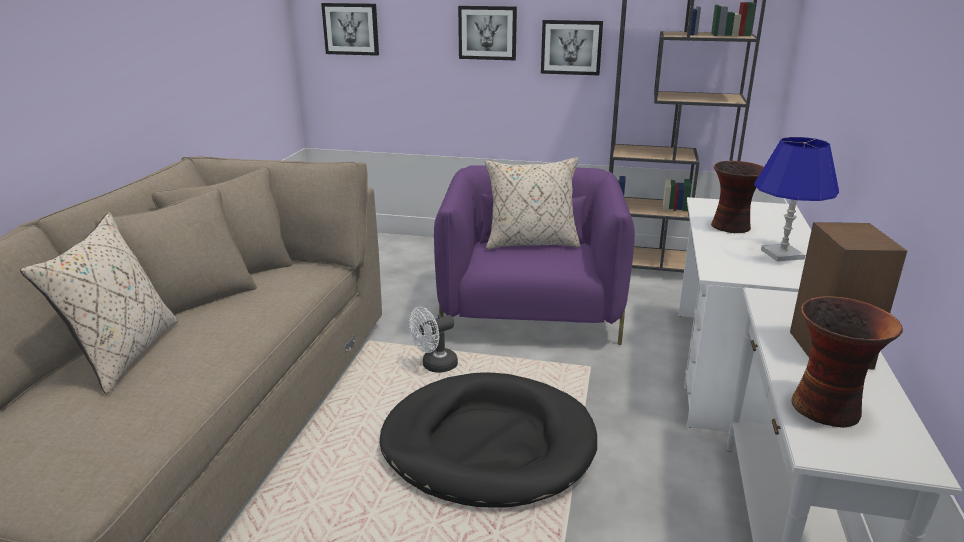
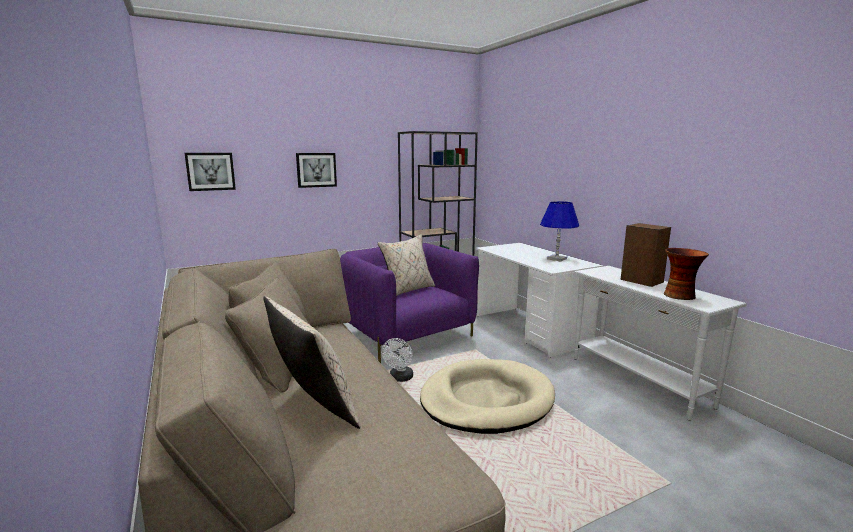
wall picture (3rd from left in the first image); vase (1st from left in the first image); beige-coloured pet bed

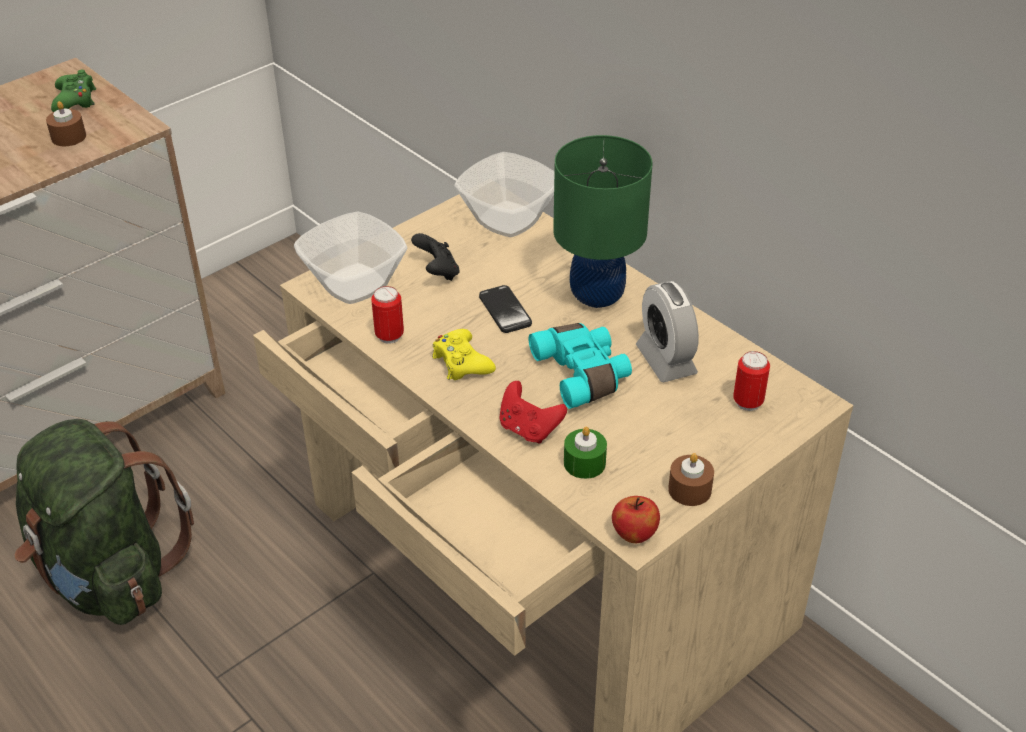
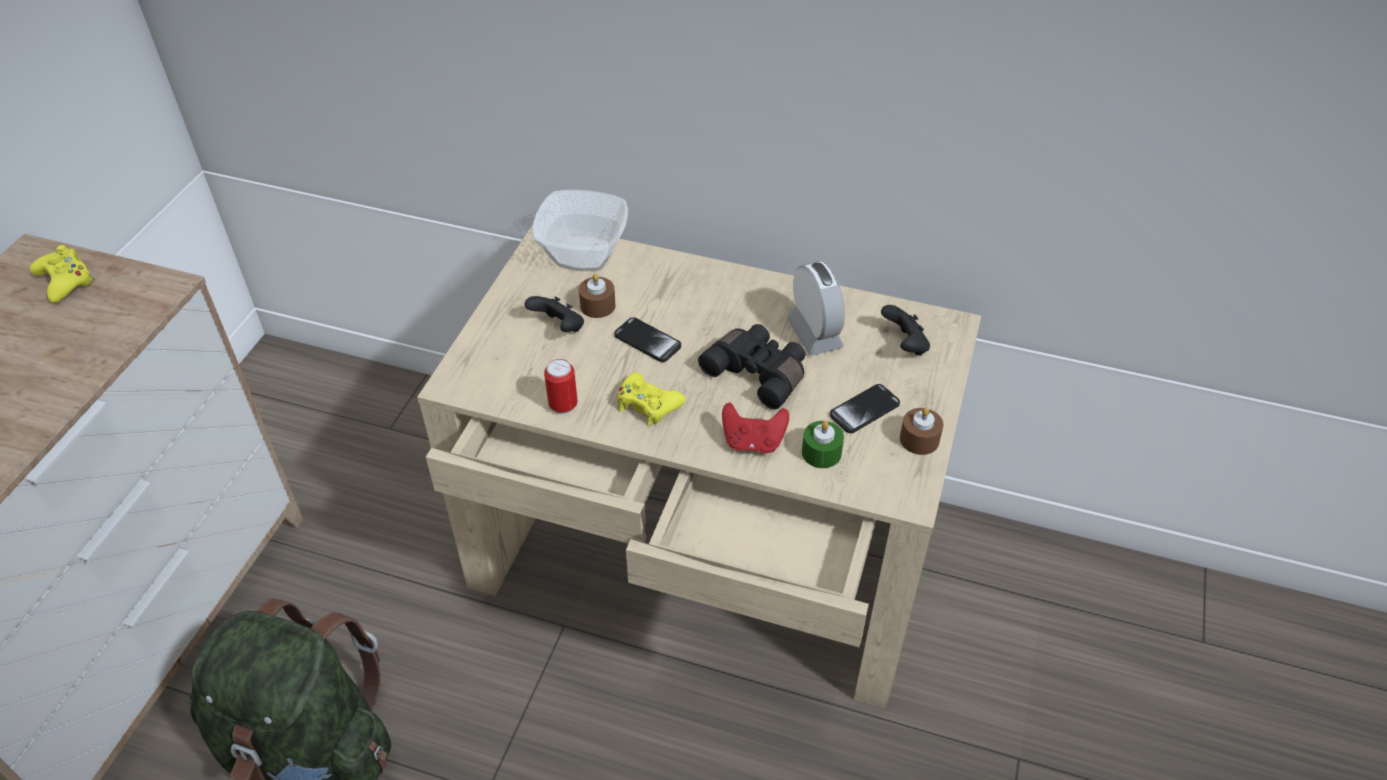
yellowish joypad (1st from left); brown-coloured candle (1st from left); green-coloured tabletop lamp; bowl (1st from left in the first image); table clock; blackish field glasses; blackish joypad (2nd from left); apple; phone (2nd from left)

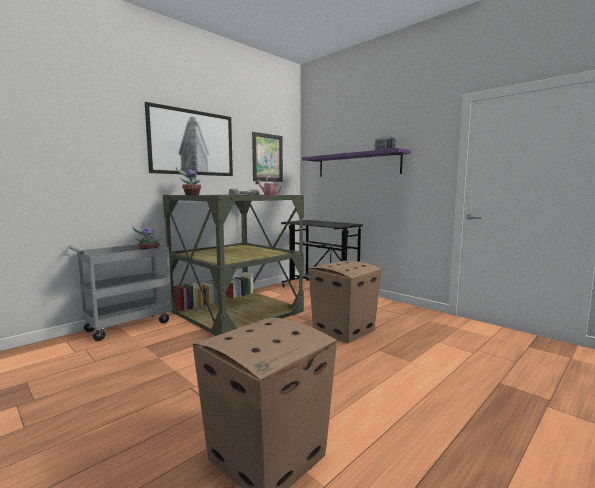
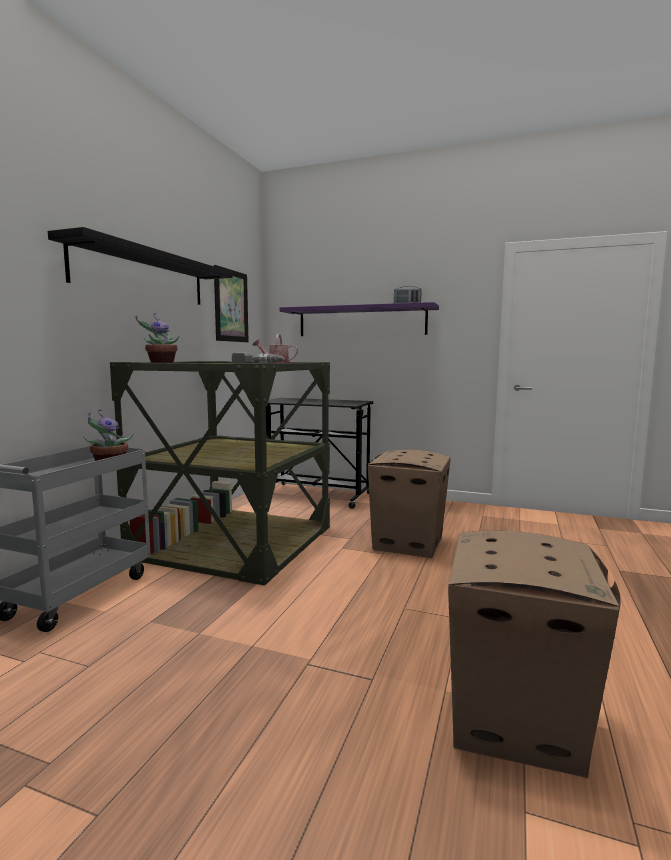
blackish shelf

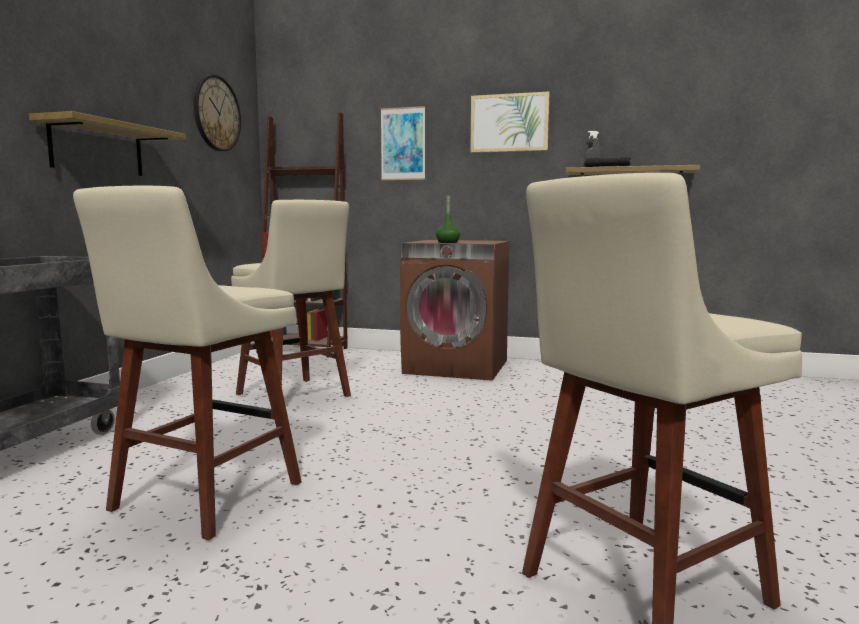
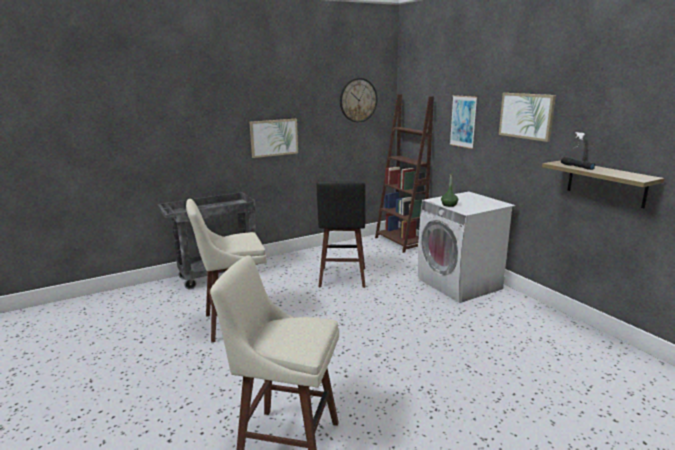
wall picture (1st from left); blackish stool seat; white-coloured washing machine

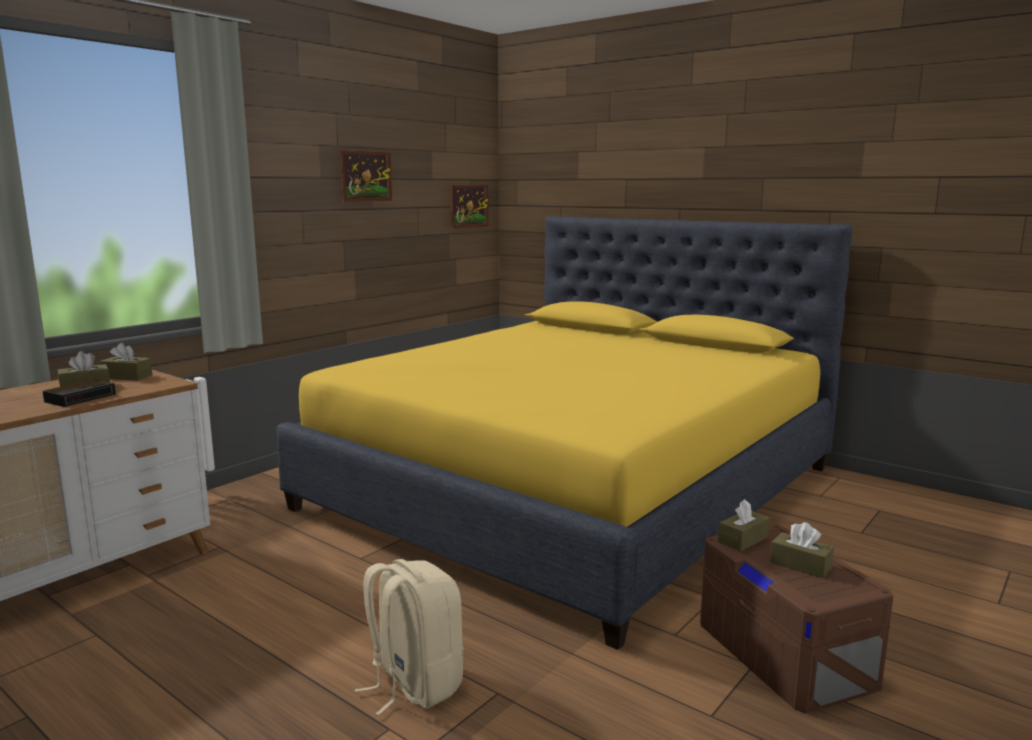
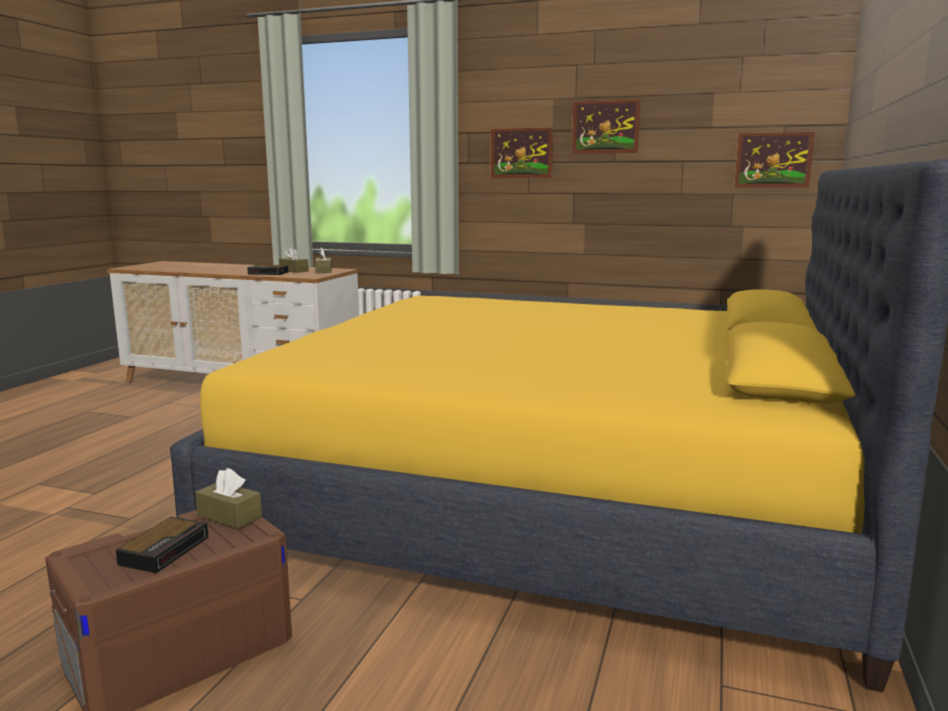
table clock (1st from left); beige-coloured backpack; wall picture (1st from left)

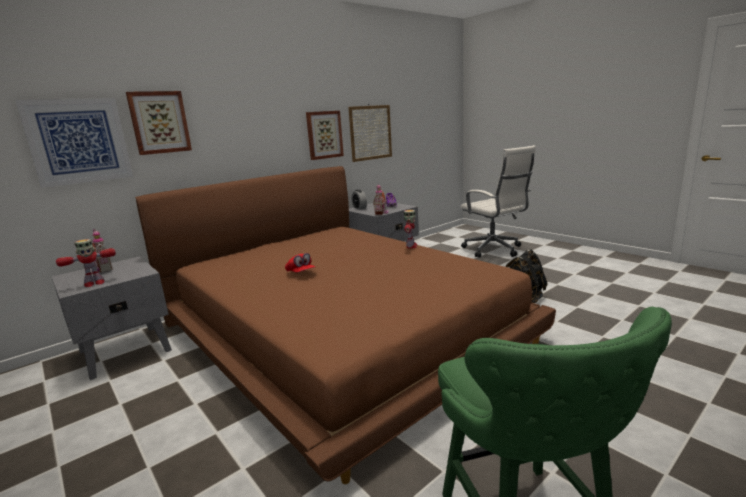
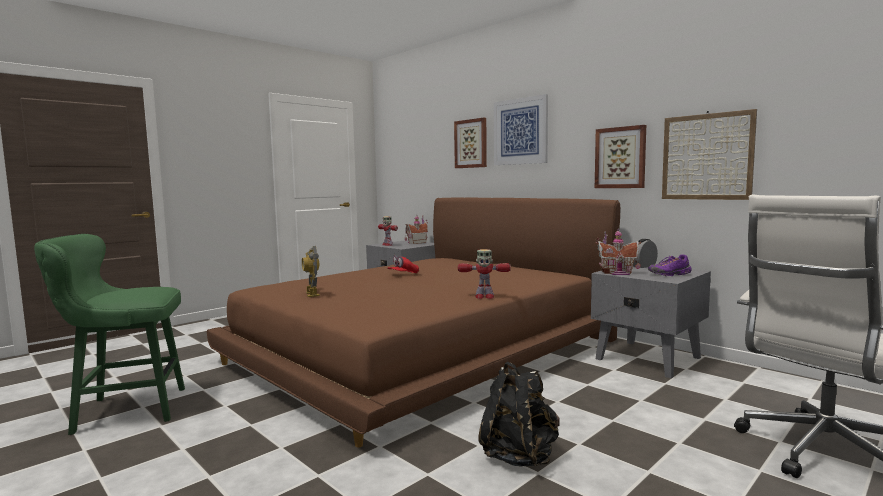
wall picture (2nd from left); model robot (1st from left)

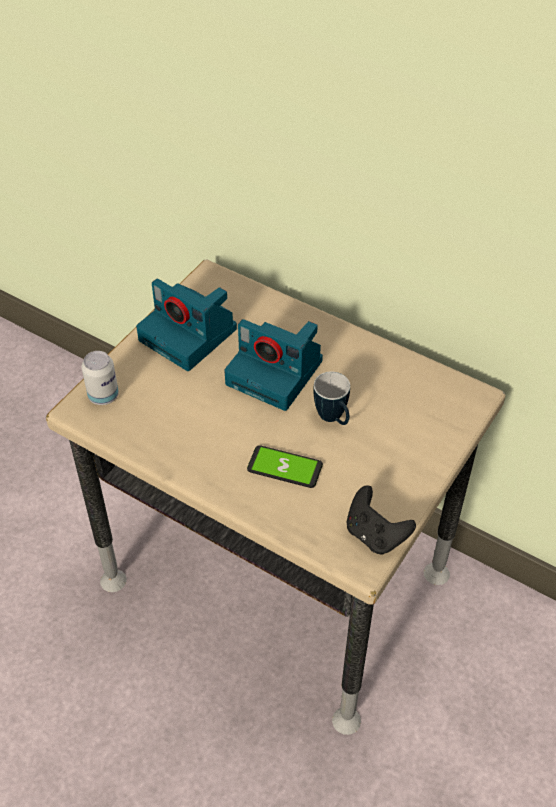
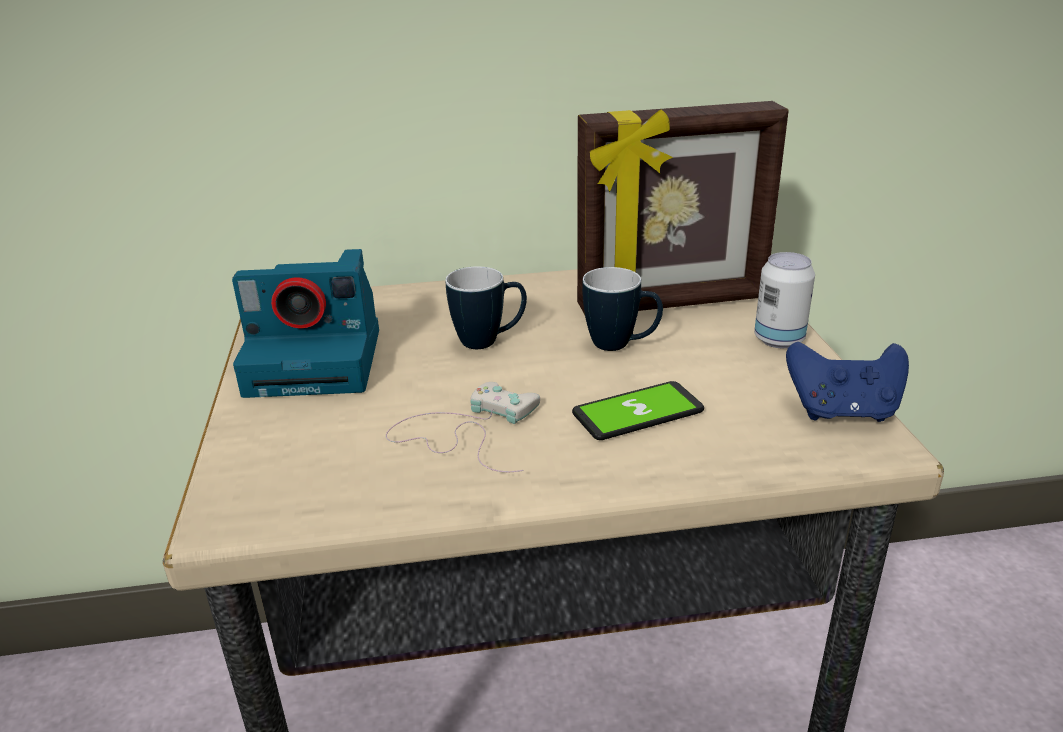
mug (1st from left); sealed can; bluish joypad; photo frame; white-coloured joypad

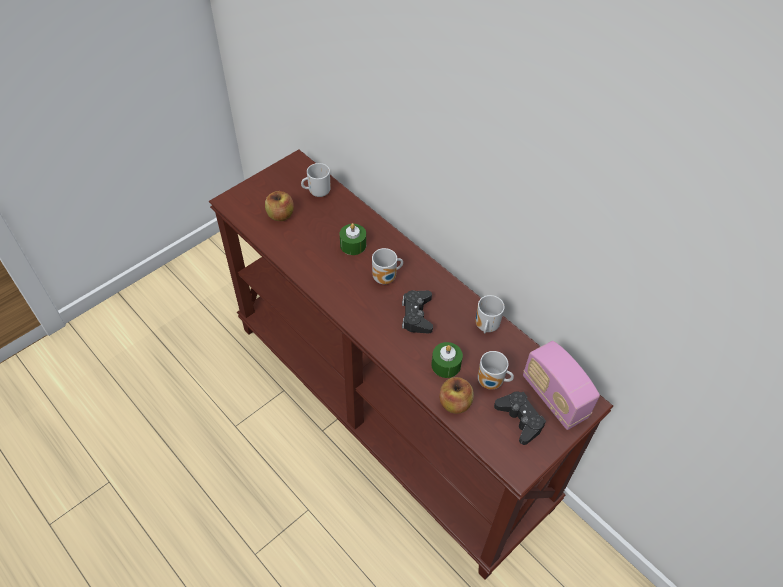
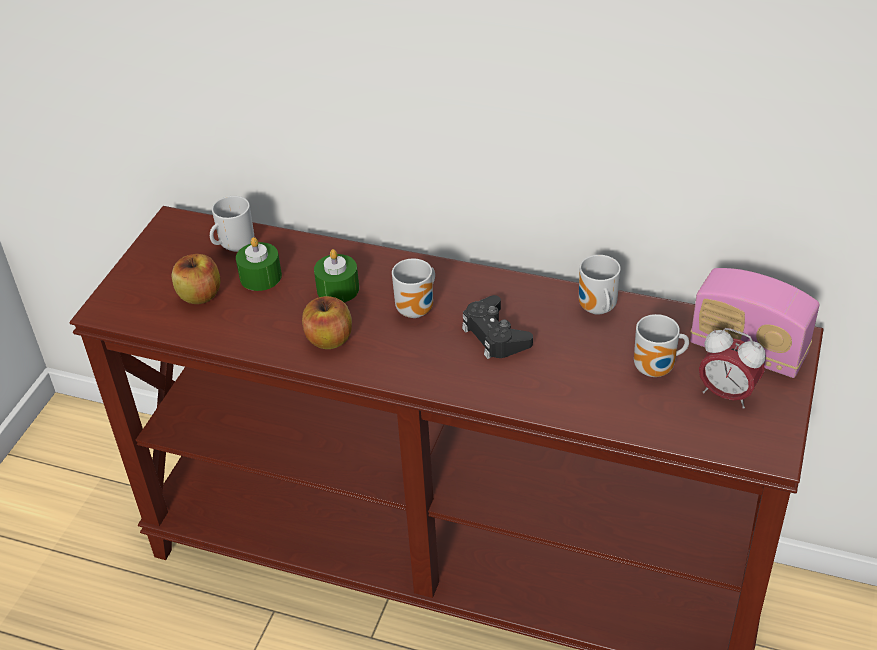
green-coloured candle (1st from left); apple (2nd from left); table clock

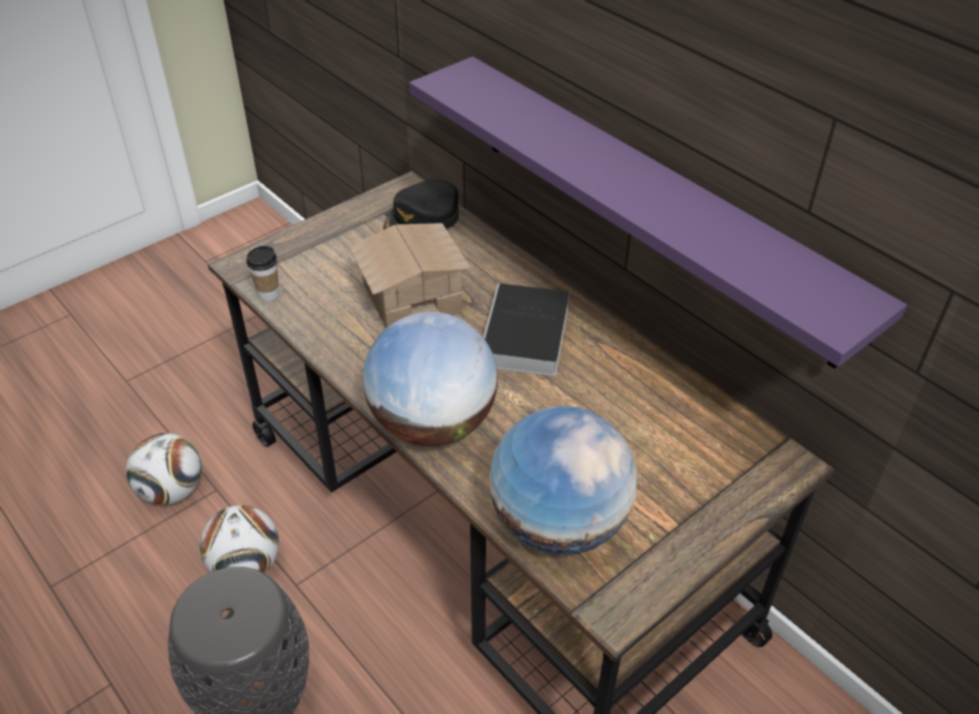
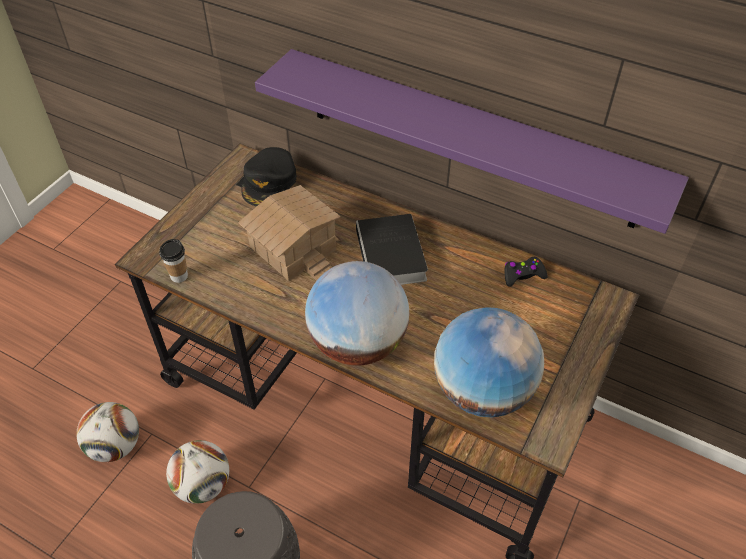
blackish joypad

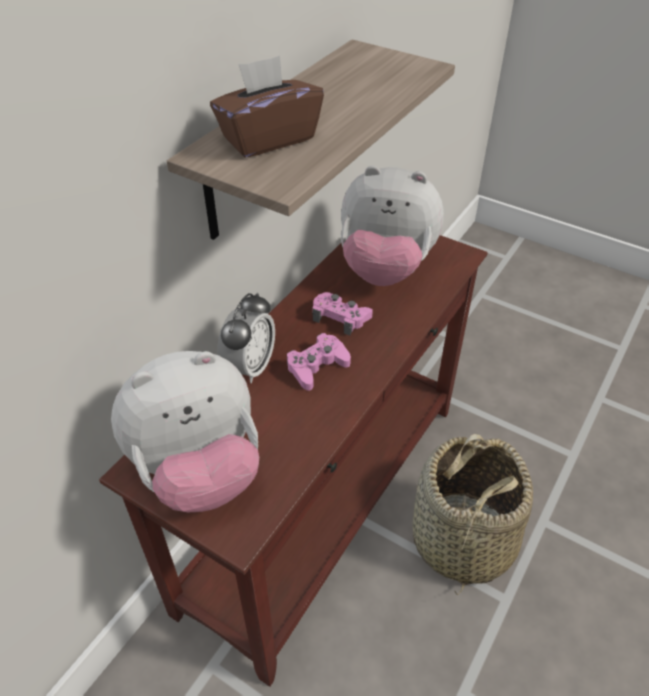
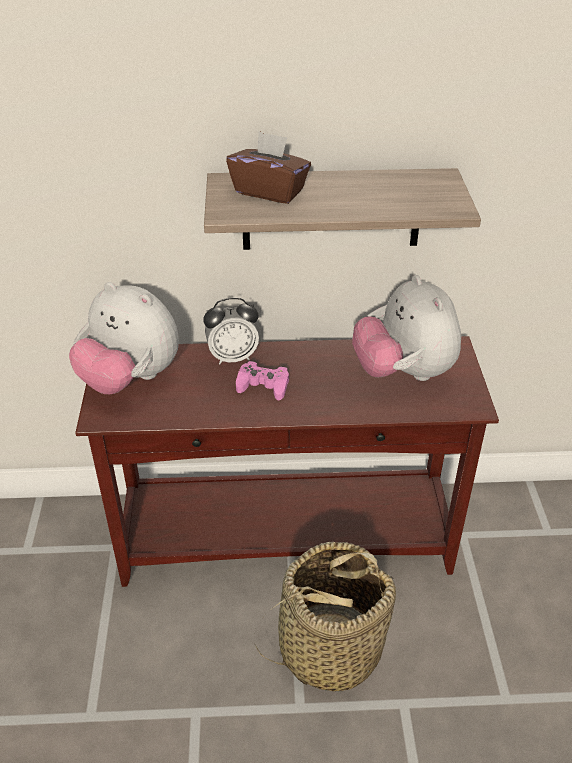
pink-coloured joypad (2nd from left in the first image)

